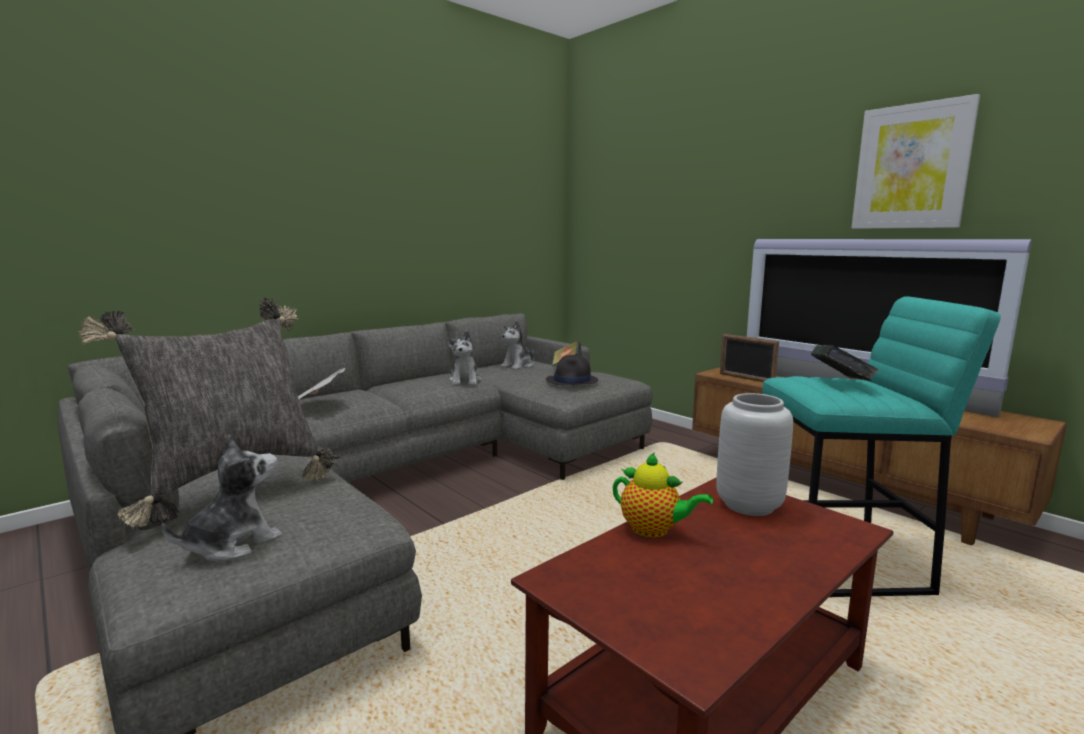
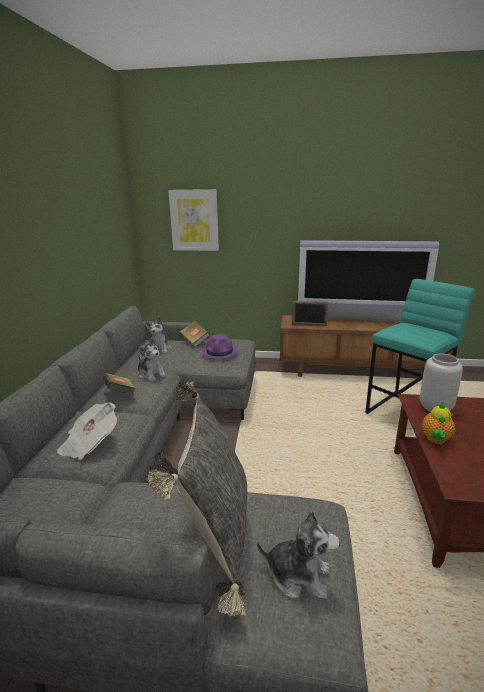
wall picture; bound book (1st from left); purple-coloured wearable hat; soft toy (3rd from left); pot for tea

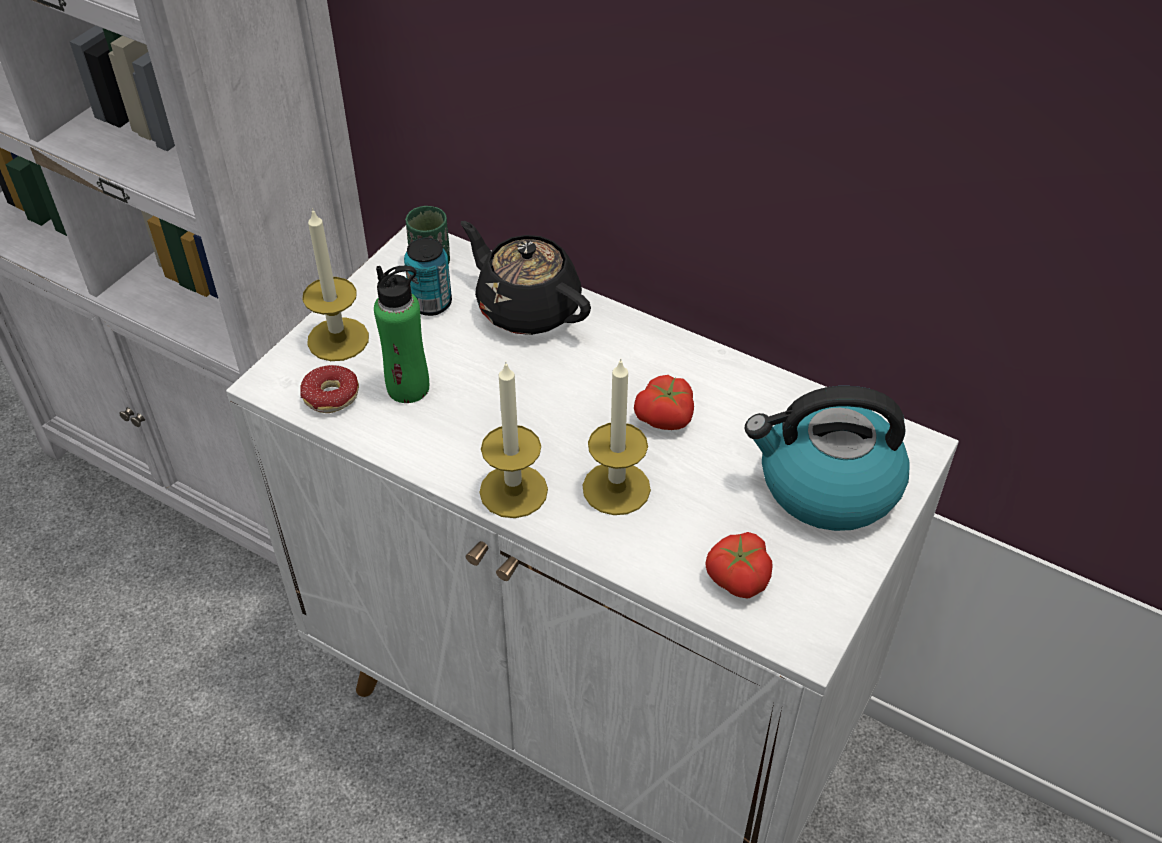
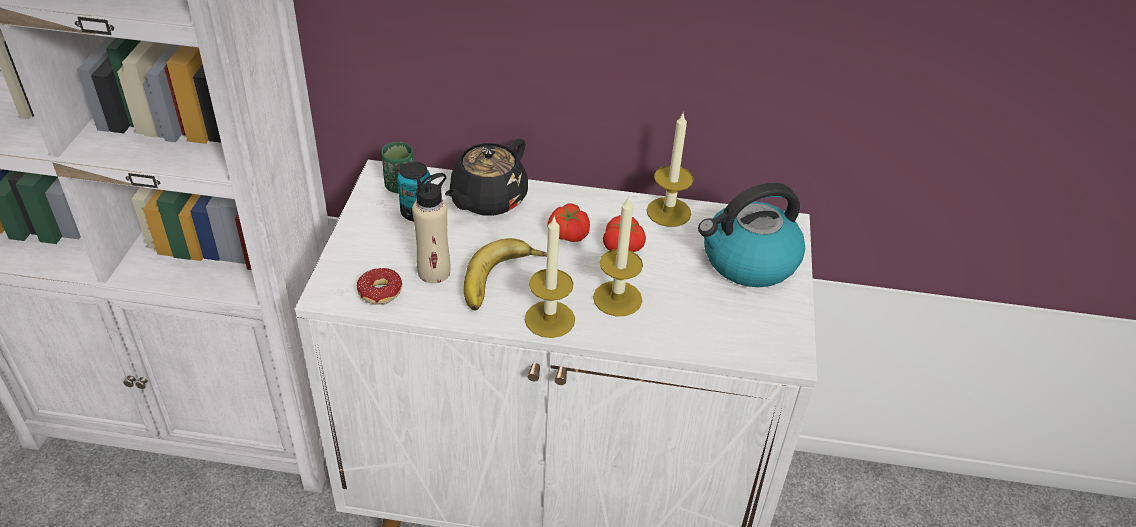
candle (3rd from left); blackish pot for tea; beige-coloured bottle; fresh tomato (1st from left); banana

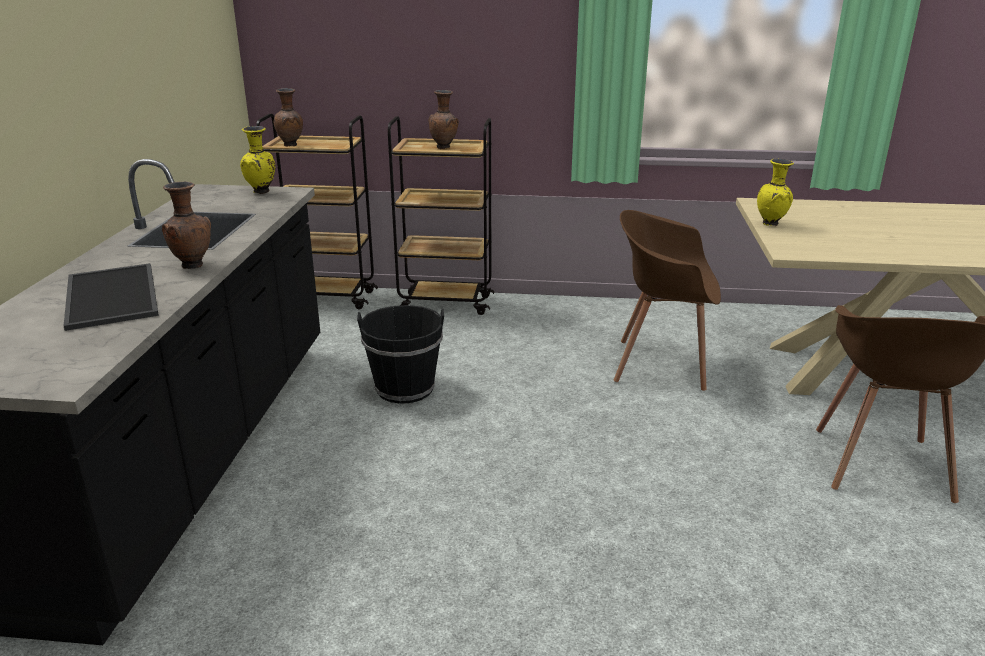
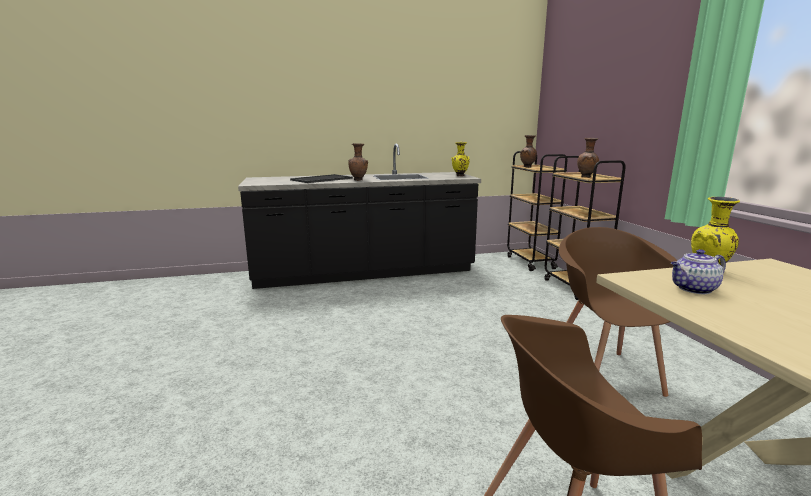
blackish water bucket; pot for tea

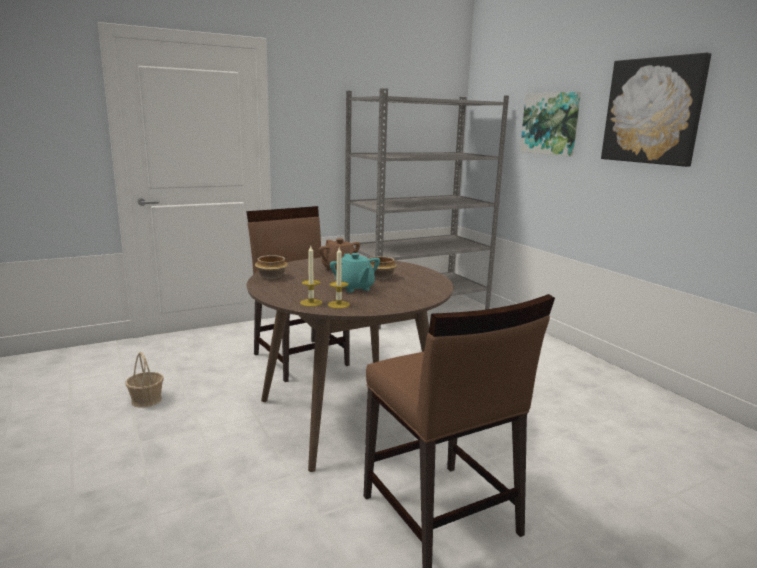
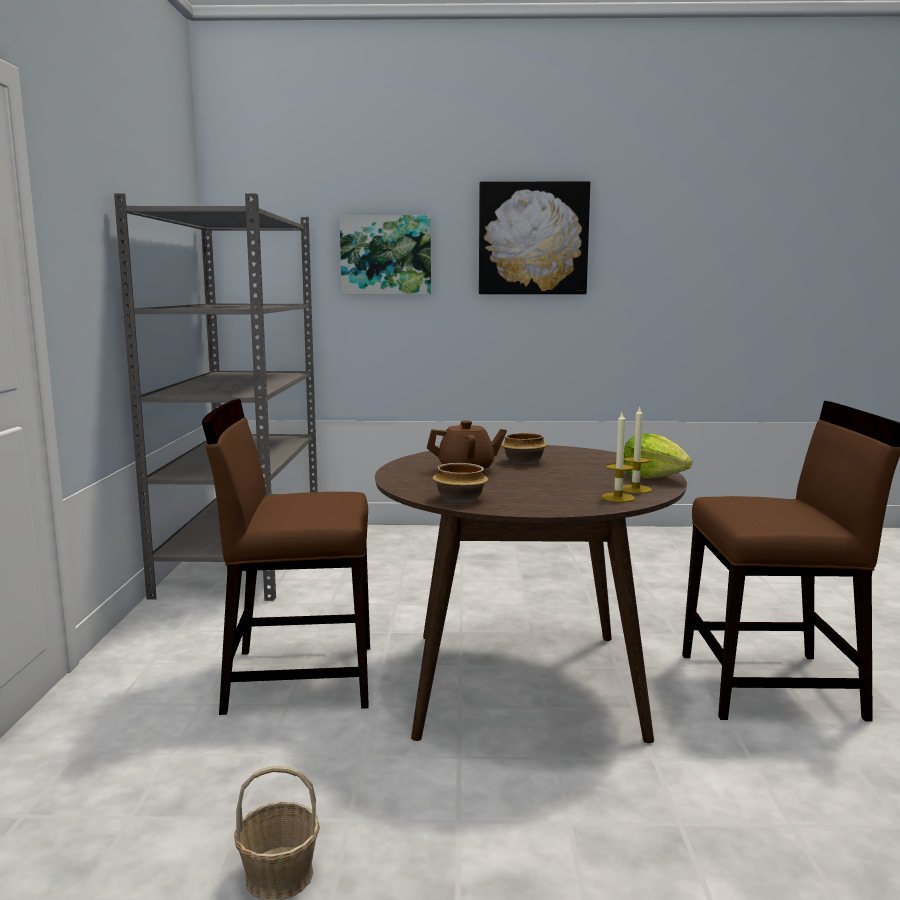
turquoise-coloured pot for tea; lettuce head

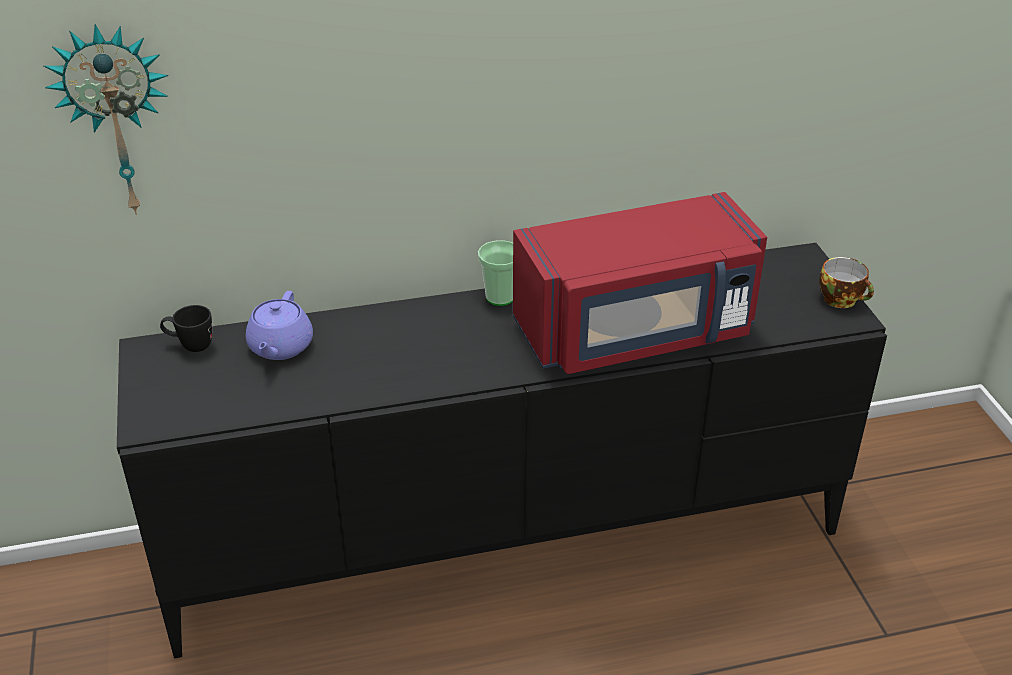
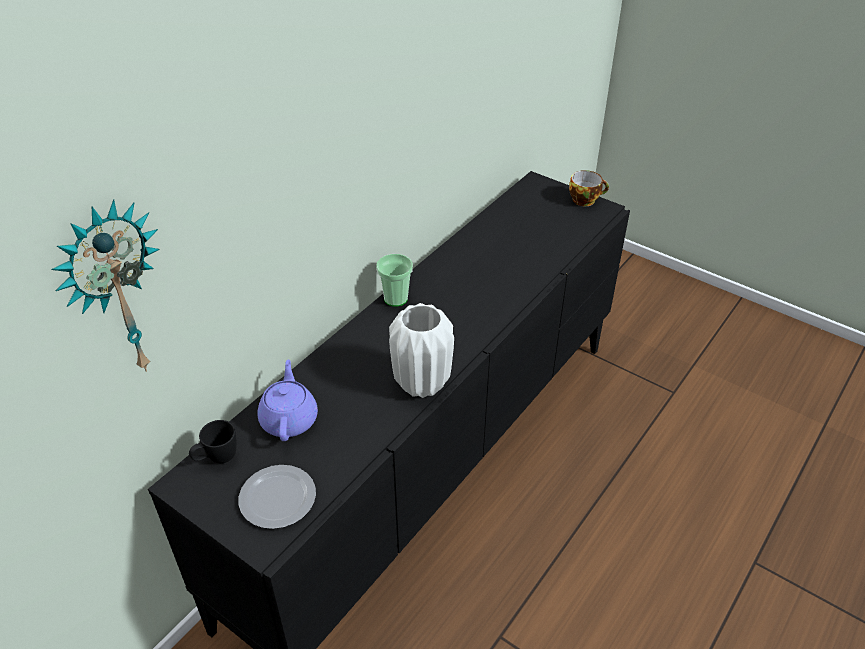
reddish kitchen microwave; purple-coloured pot for tea; white-coloured vase; dinner plate

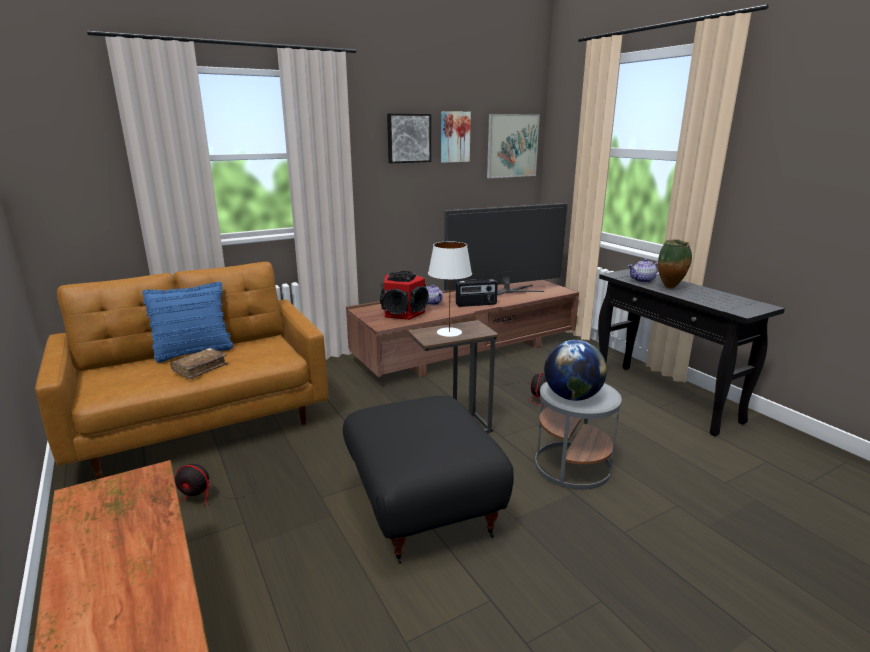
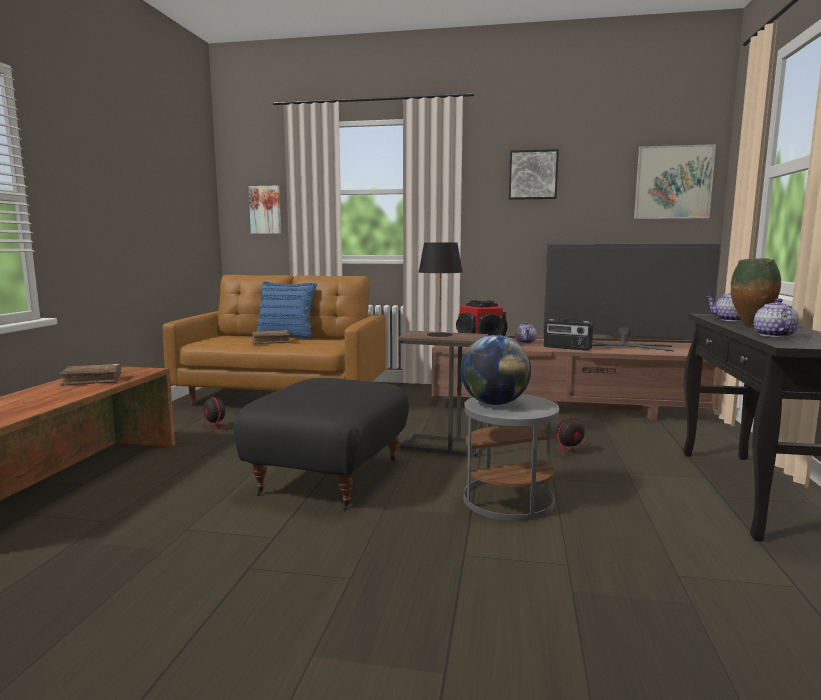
wall picture (1st from left); blackish tabletop lamp; pot for tea (3rd from left); brown-coloured bound book (1st from left)

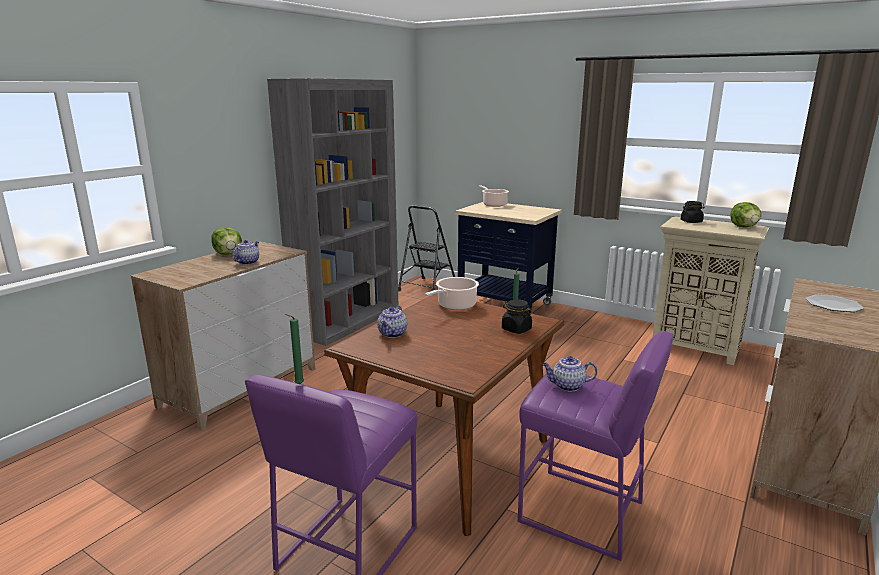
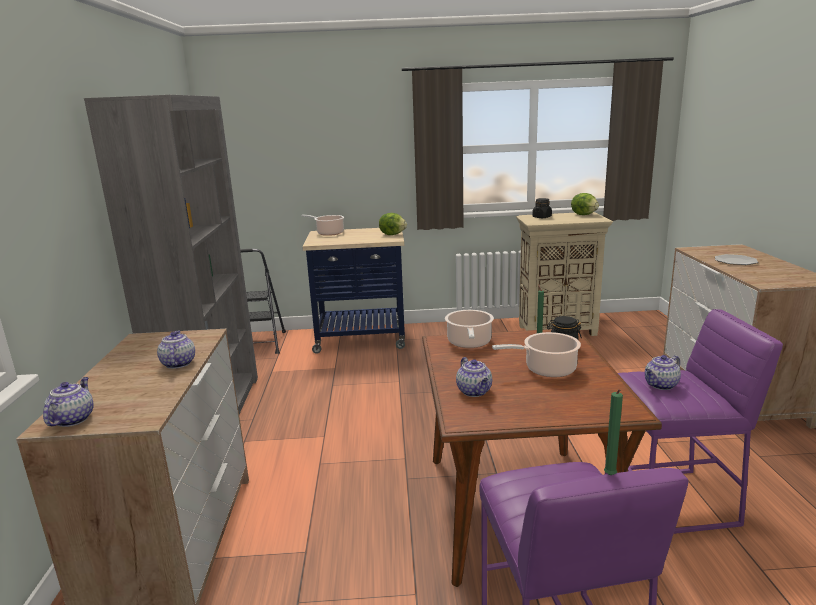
lettuce head (1st from left); stockpot (3rd from left); pot for tea (1st from left)

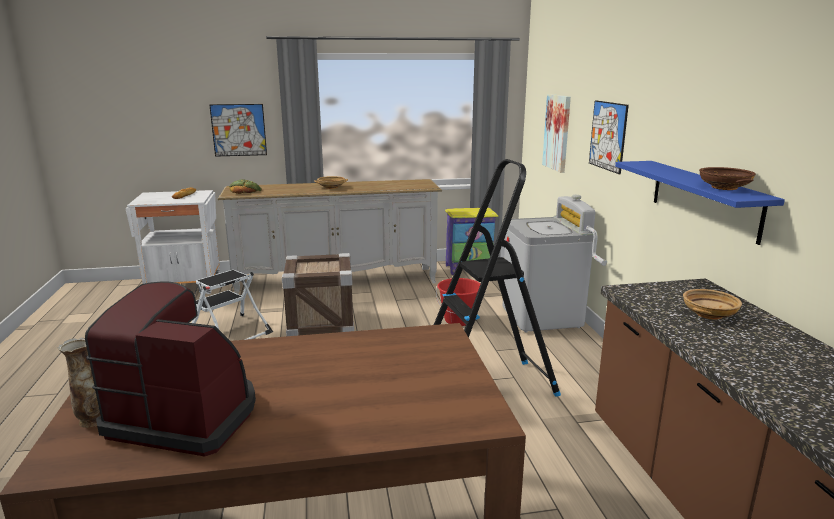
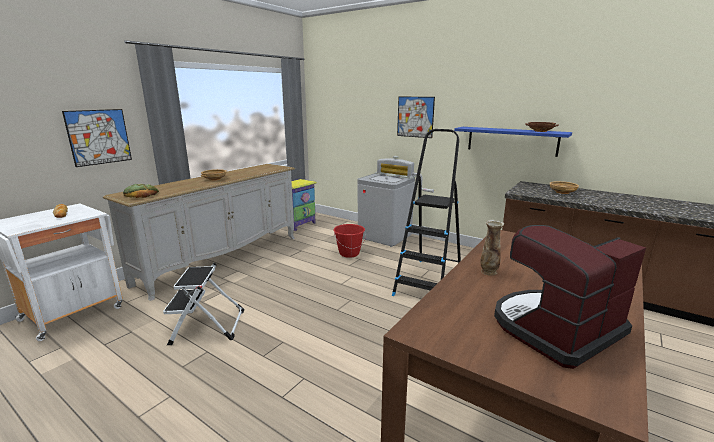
wall picture (2nd from left in the first image); packing crate; vase

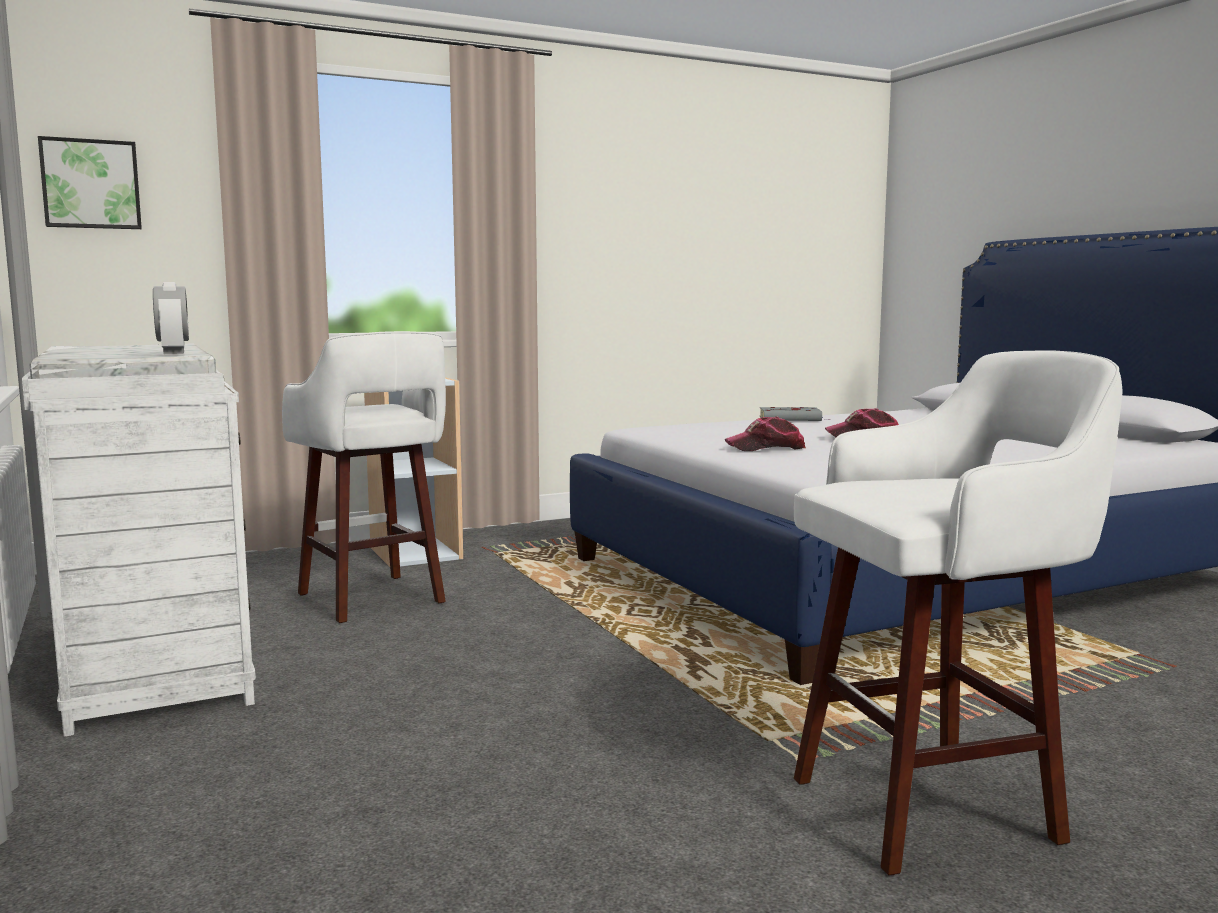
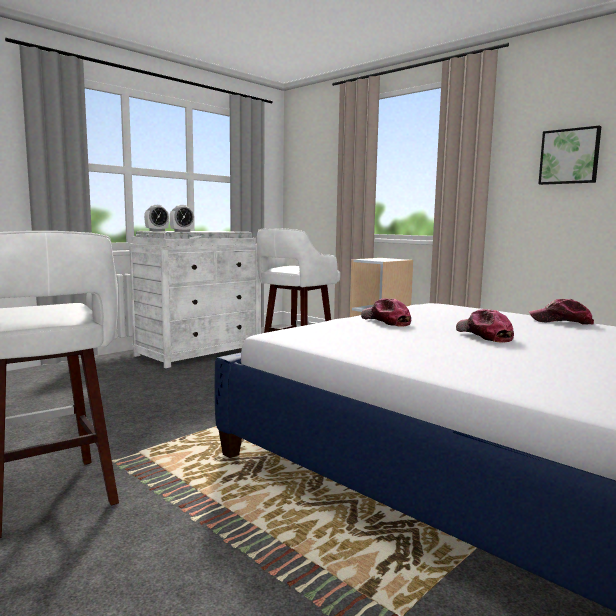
wall picture; peaked cap (3rd from left); table clock (1st from left)

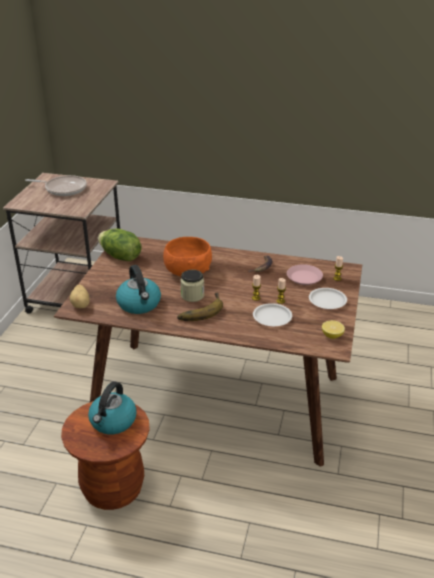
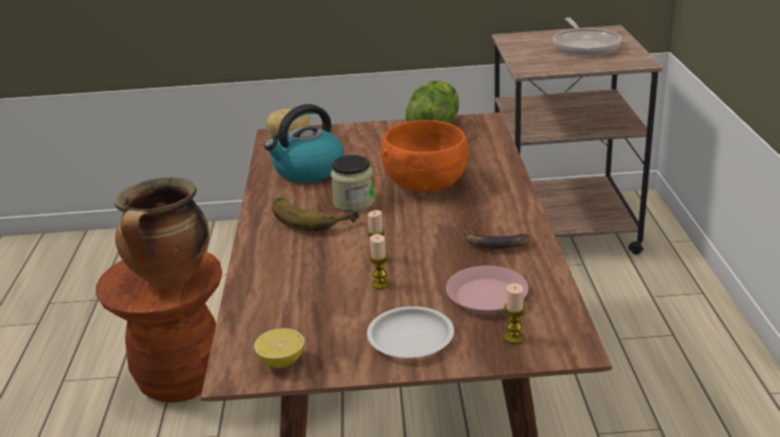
white-coloured dinner plate (1st from left in the first image); stockpot

